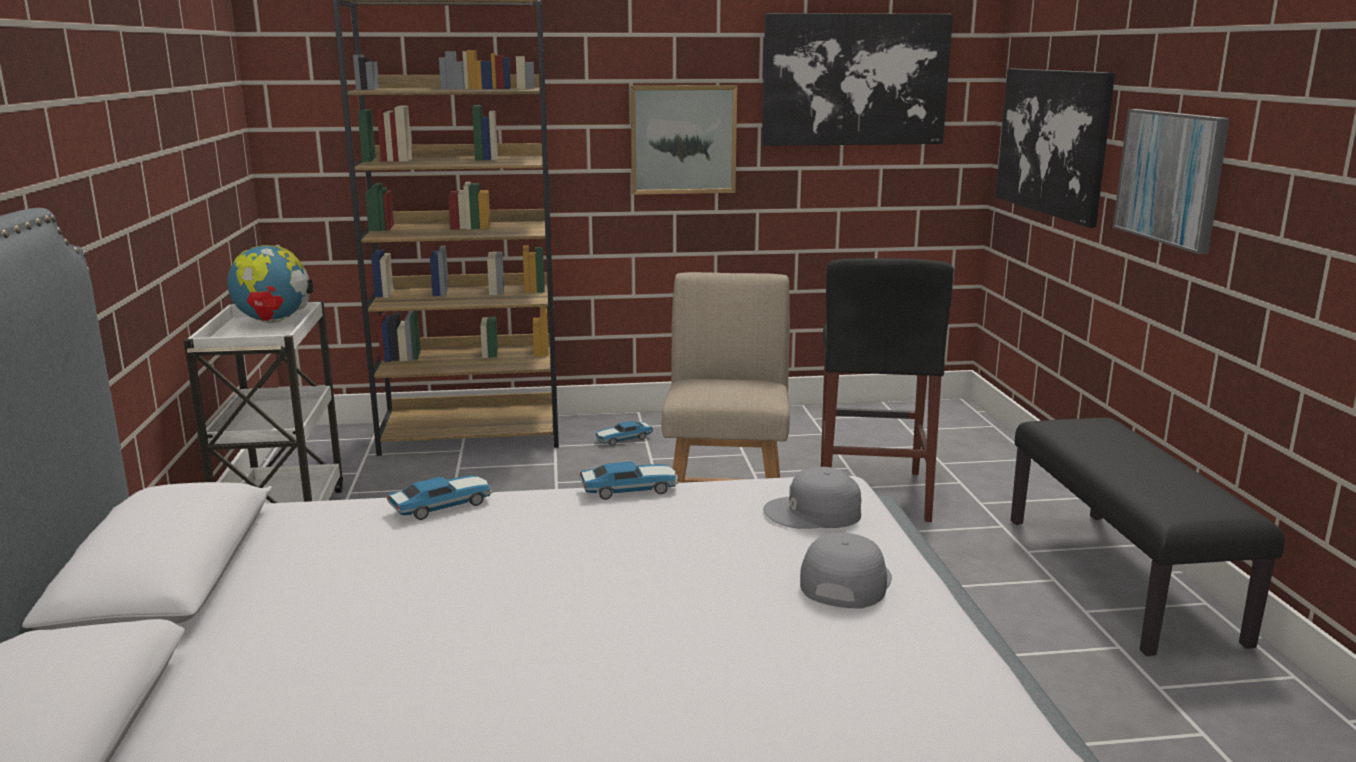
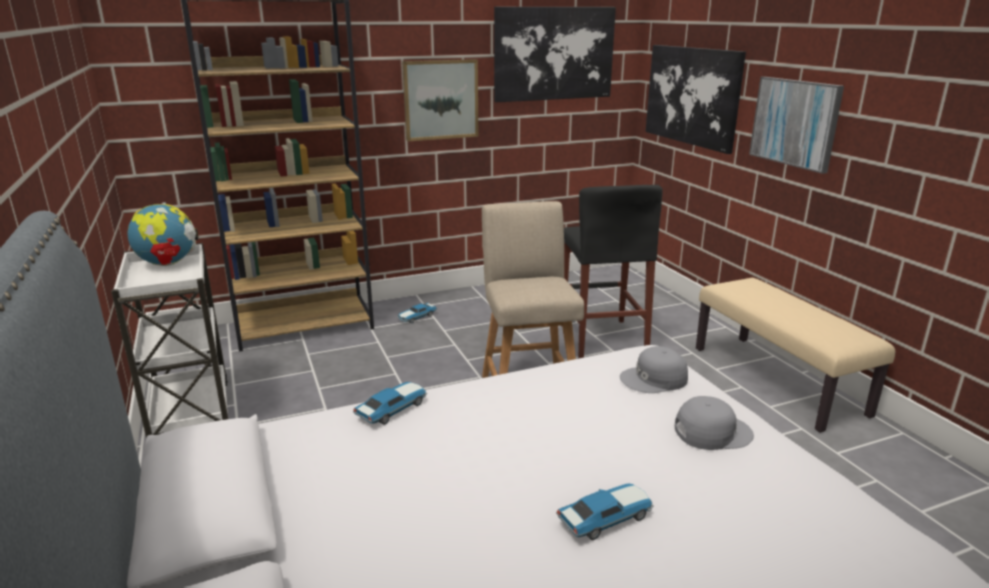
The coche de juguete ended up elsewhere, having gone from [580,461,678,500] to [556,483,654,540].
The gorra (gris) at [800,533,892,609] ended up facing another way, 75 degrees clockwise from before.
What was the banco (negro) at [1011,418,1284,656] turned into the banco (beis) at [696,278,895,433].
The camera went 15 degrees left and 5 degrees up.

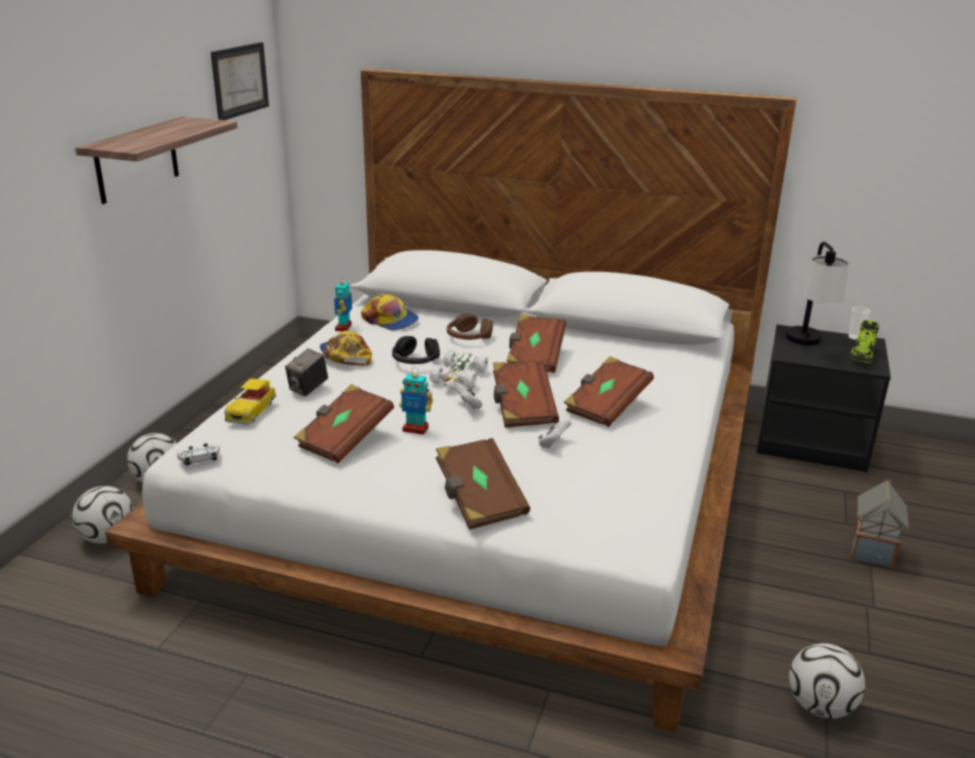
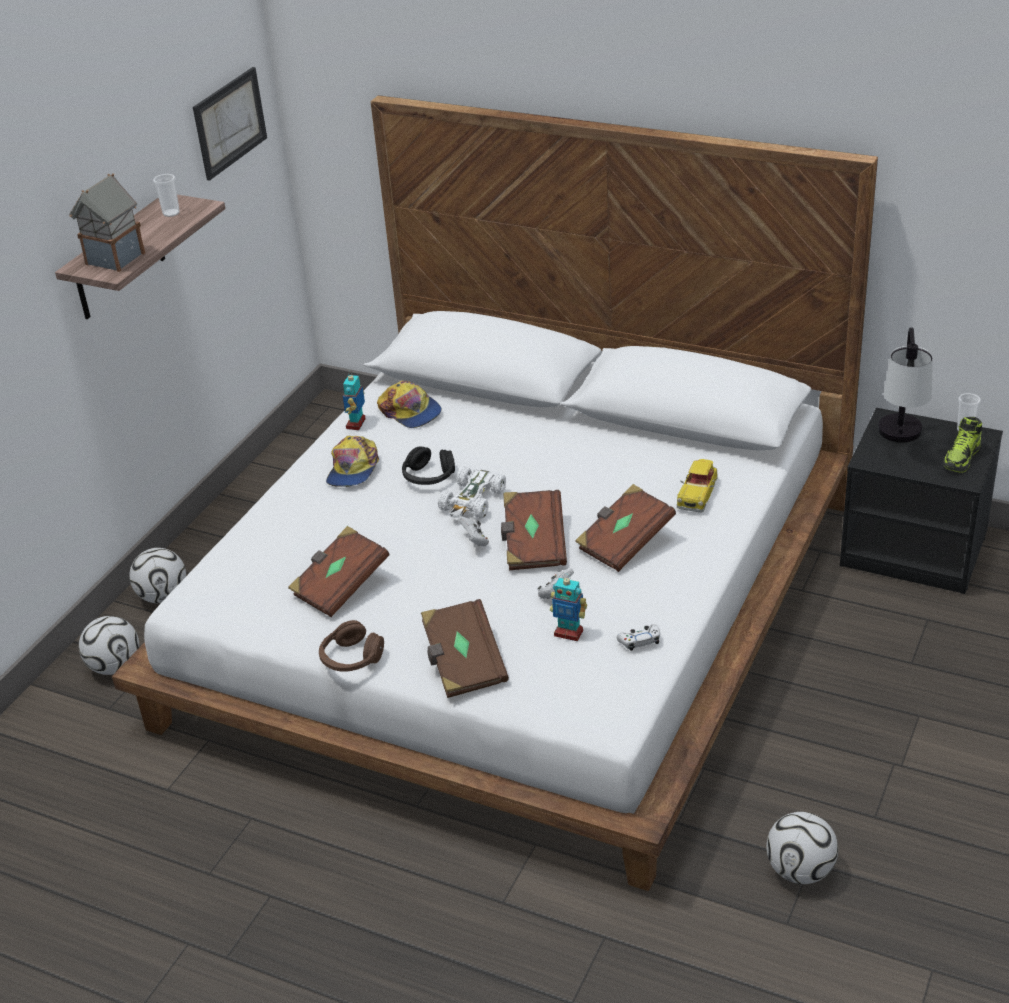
The casita ended up elsewhere, having gone from [851,480,909,568] to [69,173,145,272].
The second view gained the taza at [153,174,180,217].
The auriculares (marrón) ended up elsewhere, having gone from [447,313,493,340] to [319,620,384,672].
The gorra at [320,331,372,366] ended up facing another way, 150 degrees counterclockwise from before.
The robot de juguete ended up elsewhere, having gone from [399,367,433,435] to [550,574,587,641].
The mando de consola (blanco) ended up elsewhere, having gone from [177,443,220,466] to [617,625,660,651].
The coche de juguete ended up elsewhere, having gone from [224,379,276,425] to [677,459,718,512].
The second view lost the cámara at [285,348,328,396].
The second view lost the libro (marrón) at [506,314,566,373].
The camera went 10 degrees right and 10 degrees up.

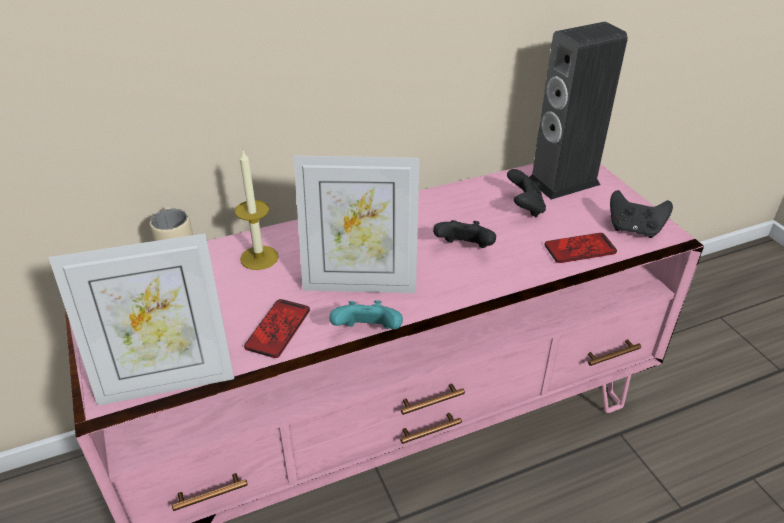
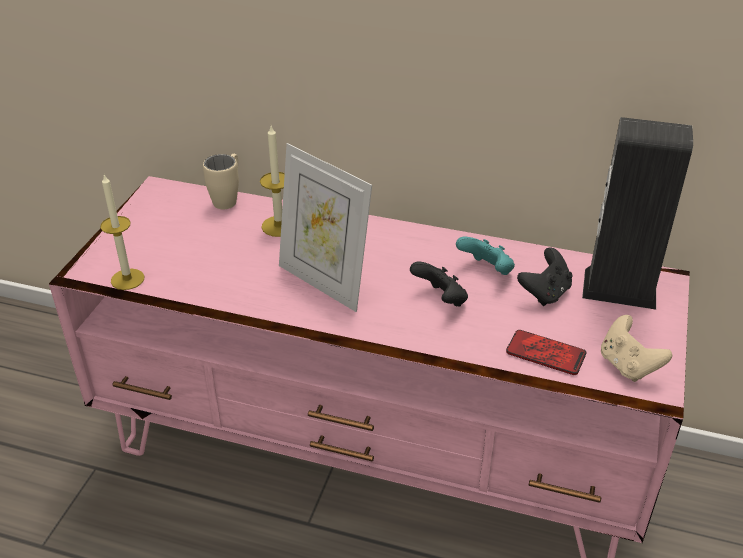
Where the portarretratos stood at [49,233,234,406], the vela came to stand at [100,174,144,290].
The mando de consola (turquesa) ended up elsewhere, having gone from [330,300,403,329] to [456,237,515,275].
What was the mando de consola (negro) at [610,190,673,238] turned into the mando de consola (beis) at [601,315,672,382].
The second view lost the móvil at [244,299,310,358].
The camera went 40 degrees right and 0 degrees up.

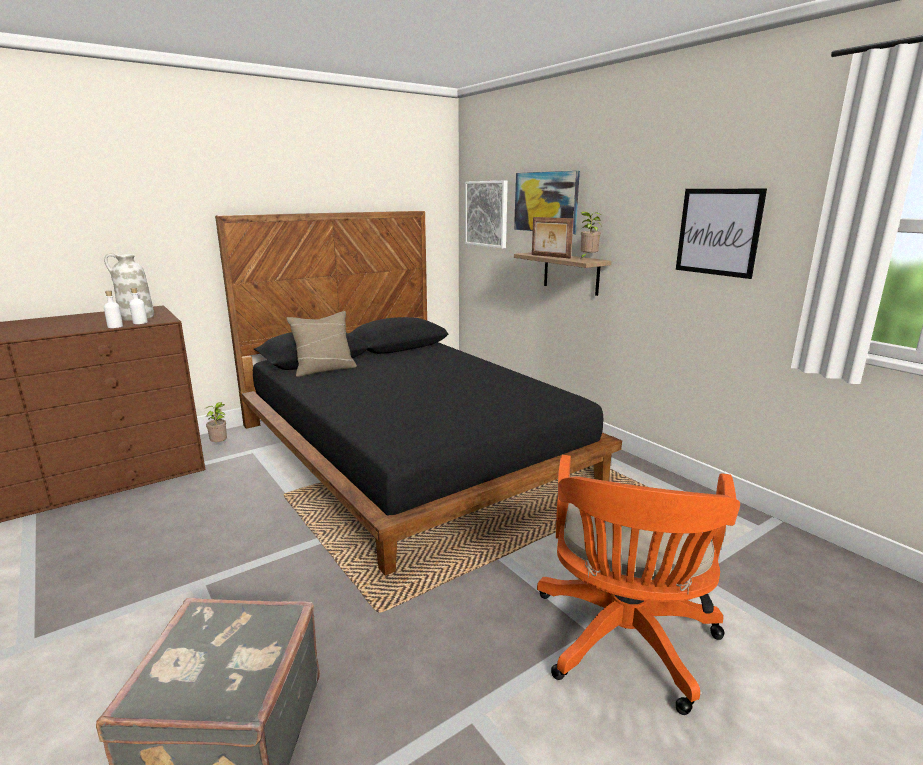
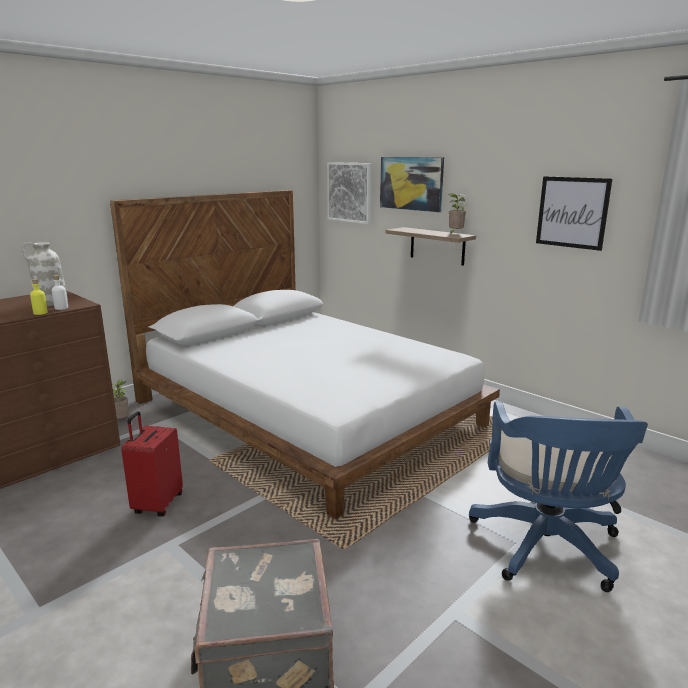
What was the botella (blanco) at [104,291,123,328] turned into the botella (amarillo) at [30,279,48,315].
What was the cama (negro) at [215,211,622,576] turned into the cama (blanco) at [110,190,500,519].
The second view gained the maleta (rojo) at [121,411,183,517].
What was the silla de oficina (naranja) at [537,455,740,715] turned into the silla de oficina (azul) at [469,402,648,592].
The second view lost the cojín (beis) at [286,311,357,377].
The second view lost the portarretratos at [532,217,573,258].
The camera went 10 degrees left and 0 degrees up.

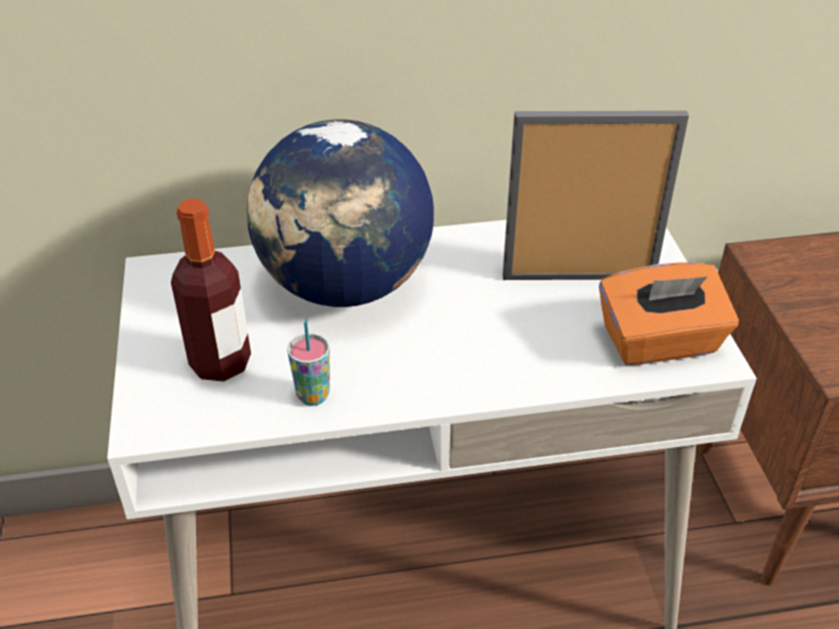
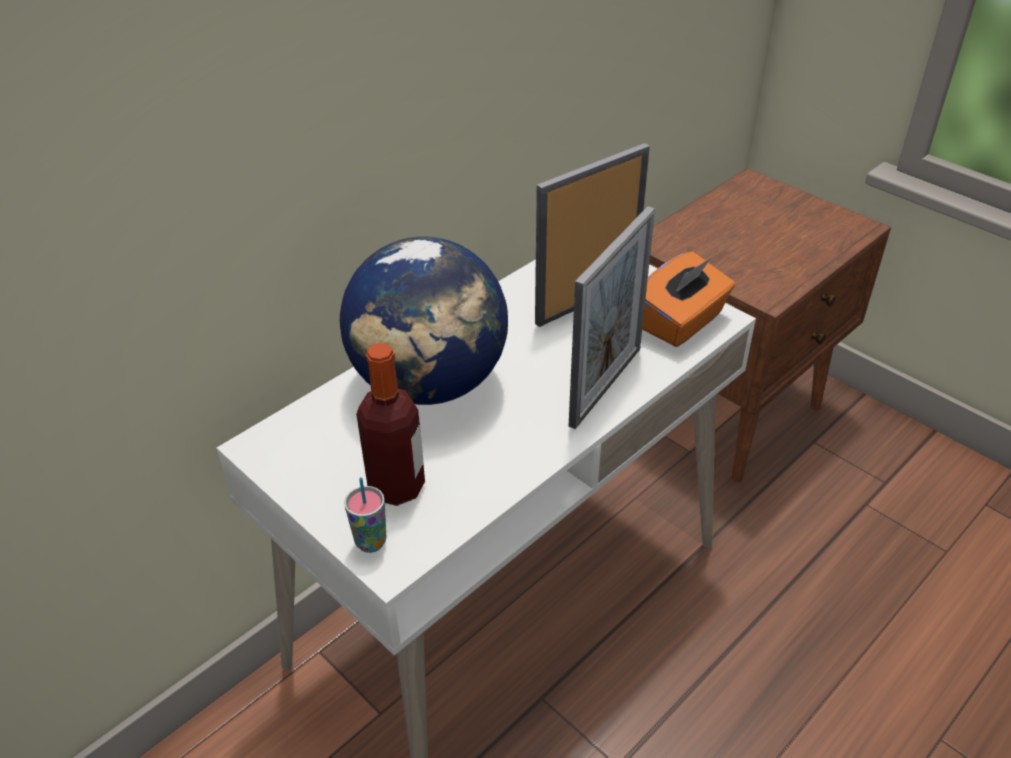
The taza ended up elsewhere, having gone from [287,321,330,406] to [344,477,387,553].
The second view gained the portarretratos at [568,206,655,429].
The camera went 35 degrees left and 0 degrees up.

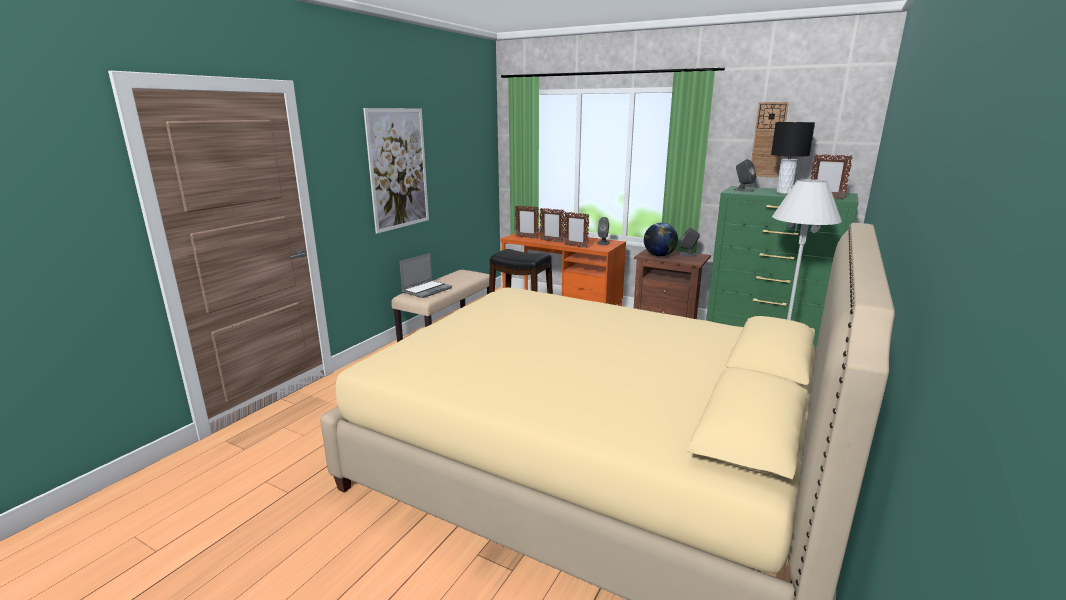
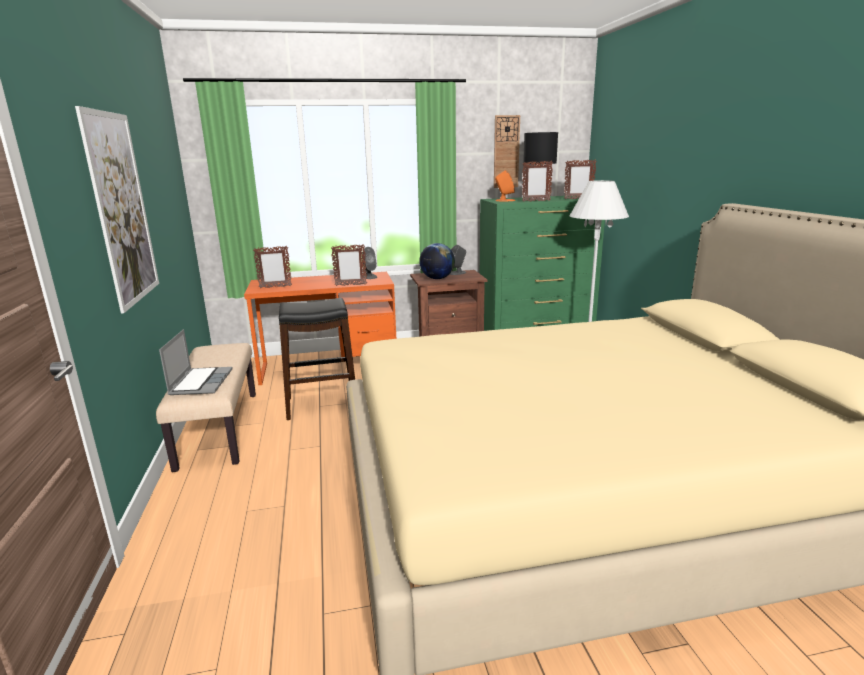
What was the altavoz (gris) at [733,159,757,192] turned into the altavoz (naranja) at [495,170,515,201].
The portarretratos ended up elsewhere, having gone from [540,208,564,243] to [522,161,553,202].
The camera went 40 degrees left and 0 degrees up.

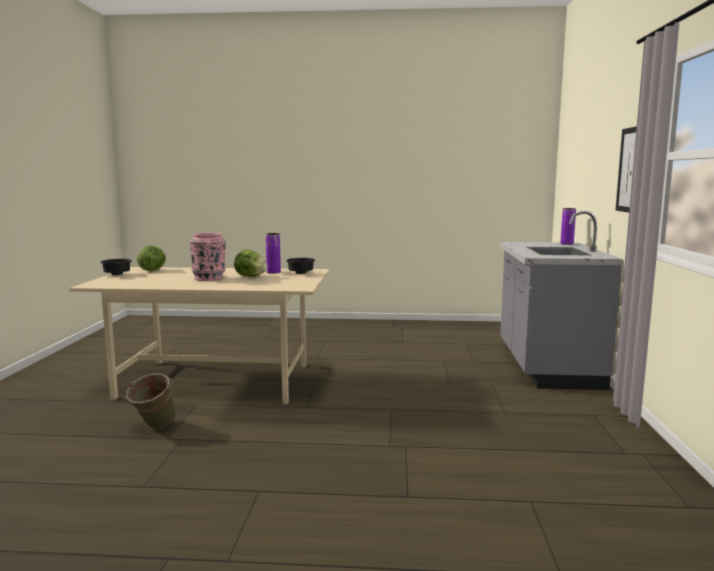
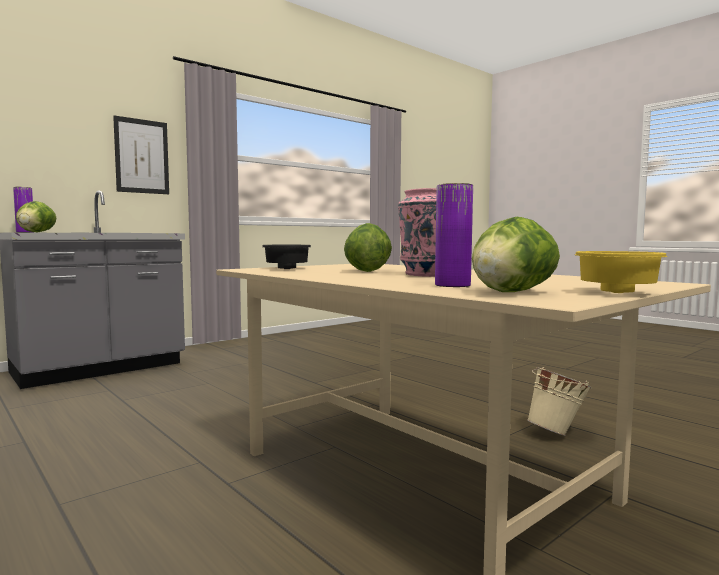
The second view gained the lechuga at [16,201,56,232].
The florero (morado) ended up elsewhere, having gone from [266,233,281,274] to [435,183,473,287].
What was the cubo (verde) at [126,373,176,429] turned into the cubo (beis) at [527,367,592,436].
What was the cuenco (negro) at [100,259,132,275] turned into the cuenco (amarillo) at [575,251,667,293].
The camera went 135 degrees left and 5 degrees down.

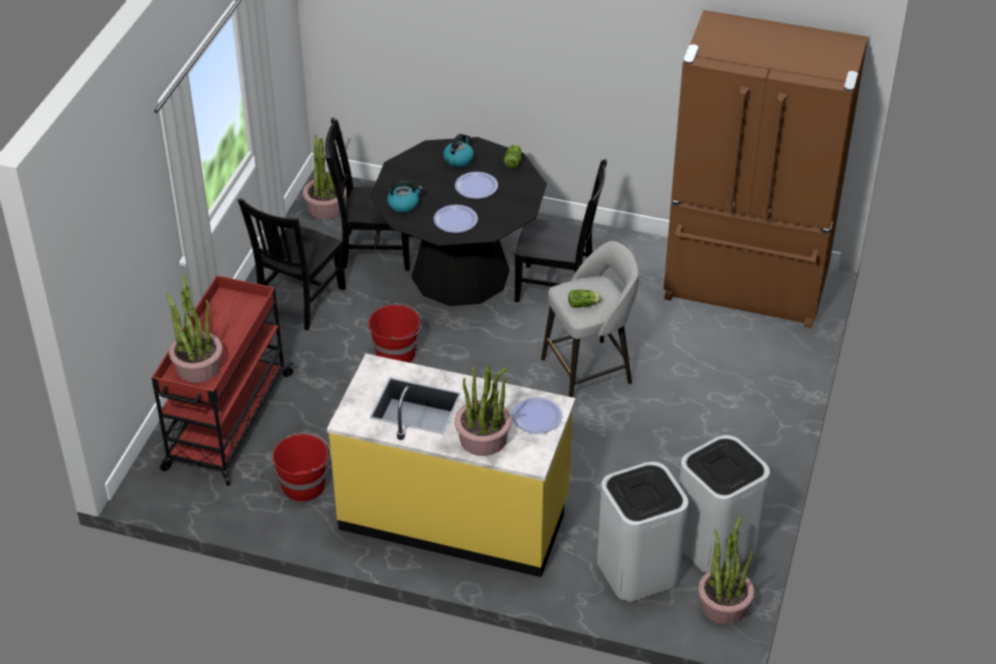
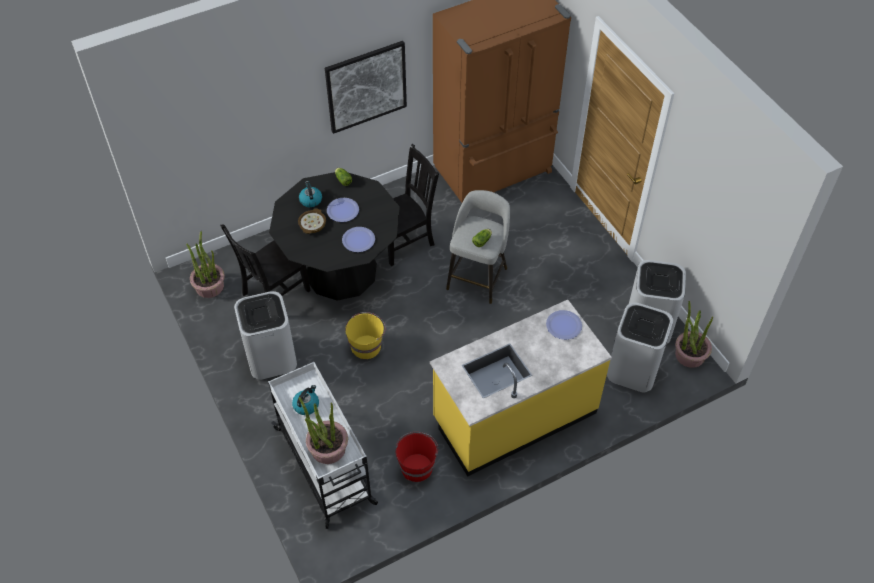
Where the silla (negro) stood at [238,198,346,330], the papelera (blanco) came to stand at [234,291,297,380].
What was the carrito (rojo) at [152,275,294,486] turned into the carrito (blanco) at [268,362,378,529].
The hervidor ended up elsewhere, having gone from [387,180,423,213] to [292,385,319,415].
The second view gained the cuenco at [298,208,326,234].
The second view gained the cuadro at [325,41,407,134].
What was the cubo (rojo) at [368,303,422,363] turned into the cubo (amarillo) at [345,312,386,359].
The second view lost the planta en maceta at [454,365,512,456].
The camera went 45 degrees left and 10 degrees up.

